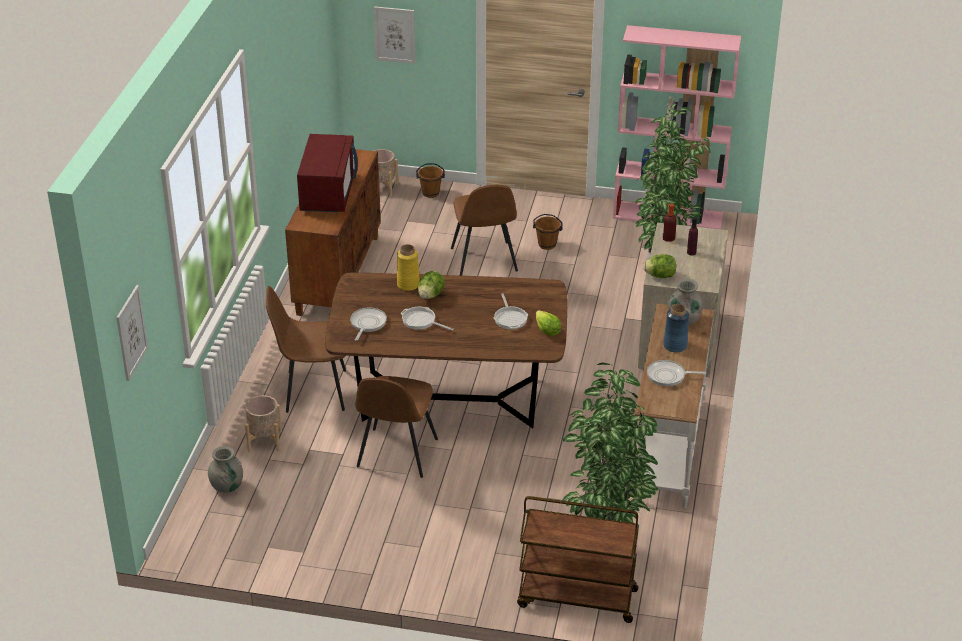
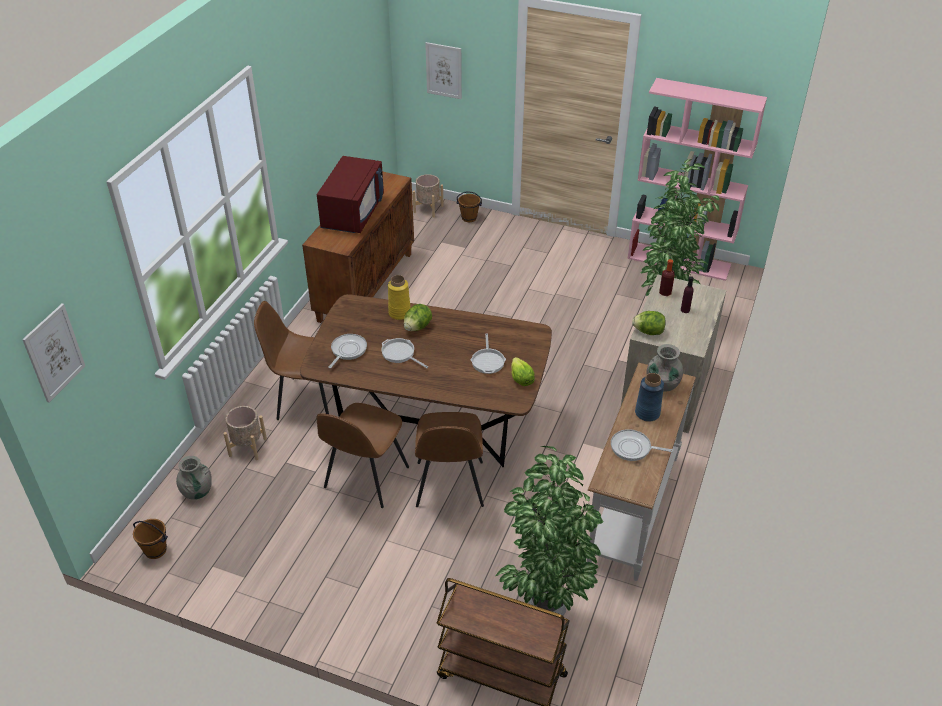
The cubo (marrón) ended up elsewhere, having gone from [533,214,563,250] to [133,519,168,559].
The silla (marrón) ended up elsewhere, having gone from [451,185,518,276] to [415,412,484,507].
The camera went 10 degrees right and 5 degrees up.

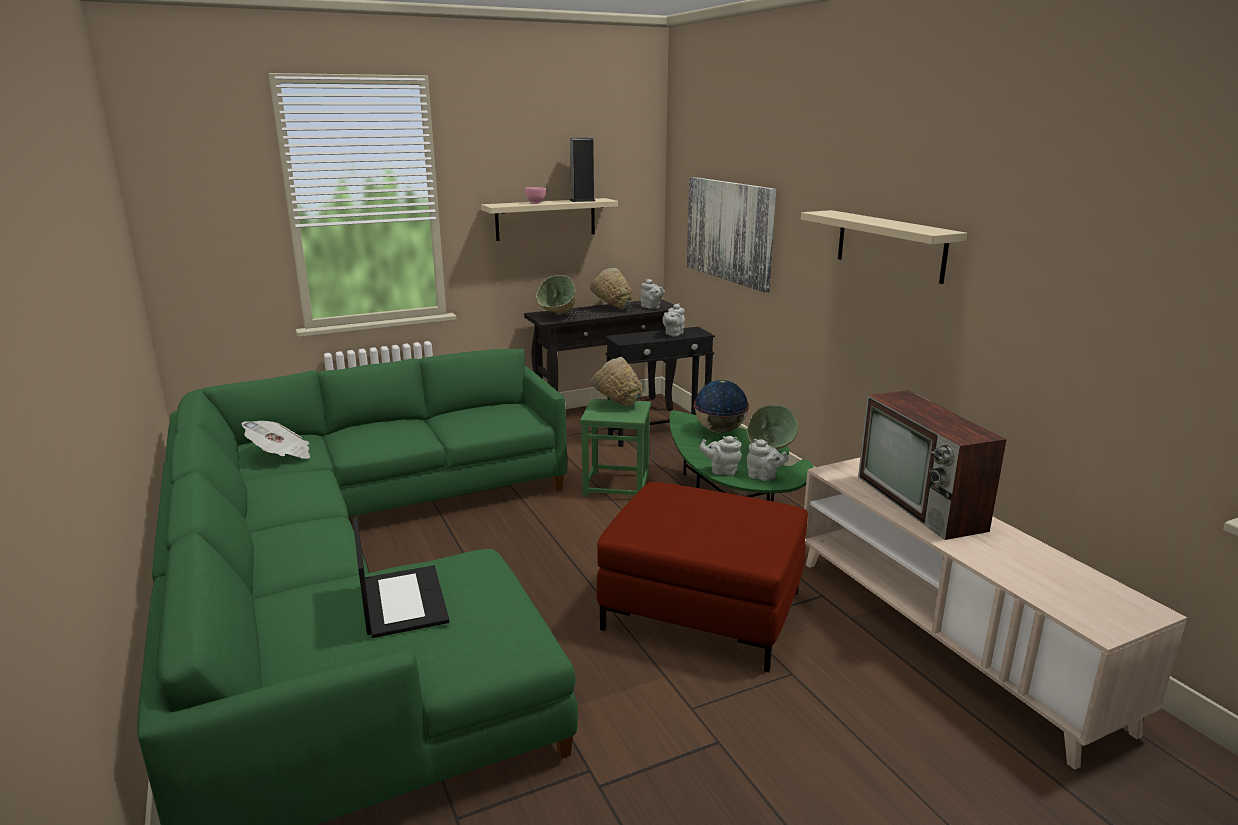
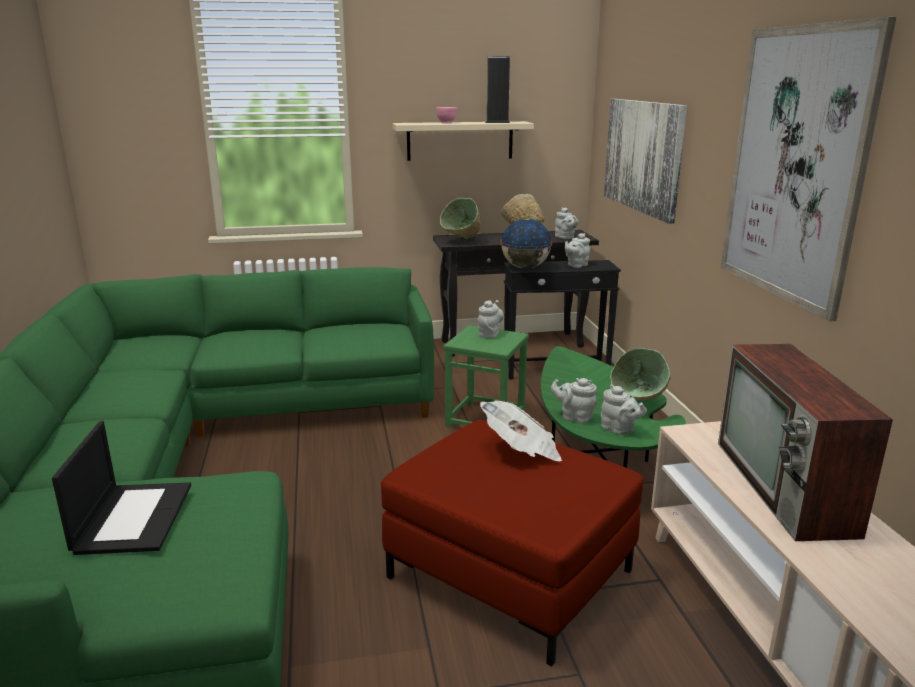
Where the cuenco (verde) stood at [590,357,642,407], the tetera (gris) came to stand at [478,300,504,338].
The periódico ended up elsewhere, having gone from [242,421,310,459] to [480,401,562,462].
The globo terráqueo ended up elsewhere, having gone from [694,380,749,433] to [500,218,552,269].
Where the estante (beis) hung at [801,210,967,284], the cuadro came to hang at [721,17,896,322].
The camera went 15 degrees right and 0 degrees up.

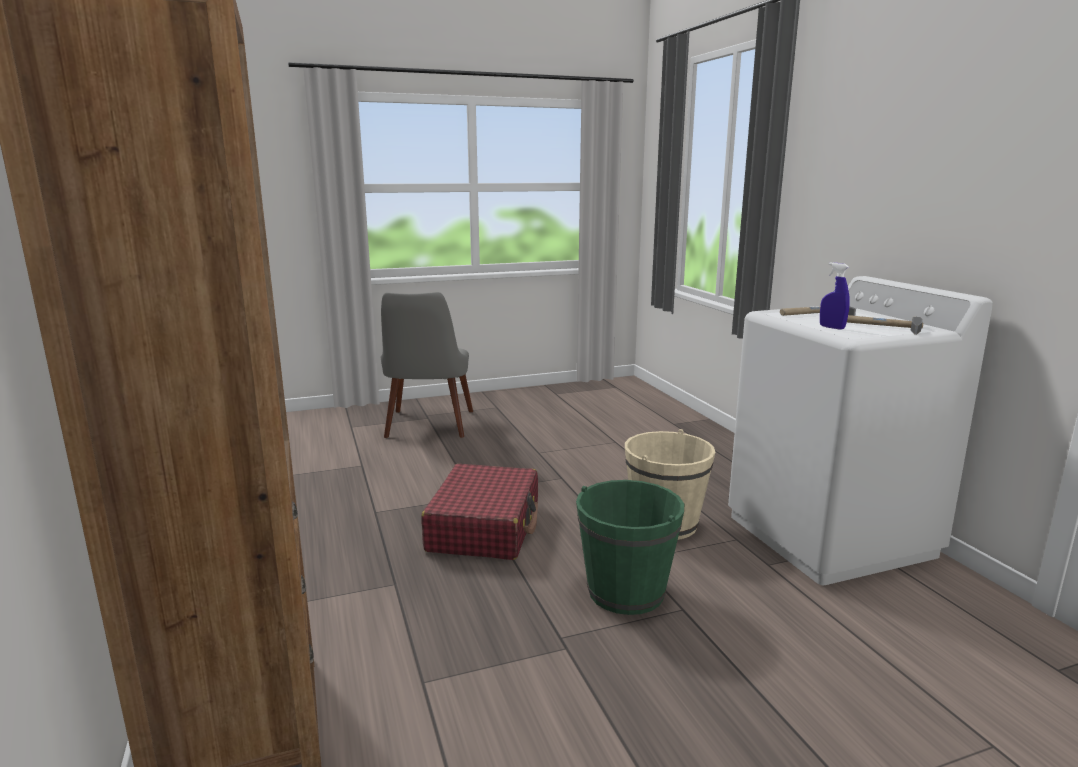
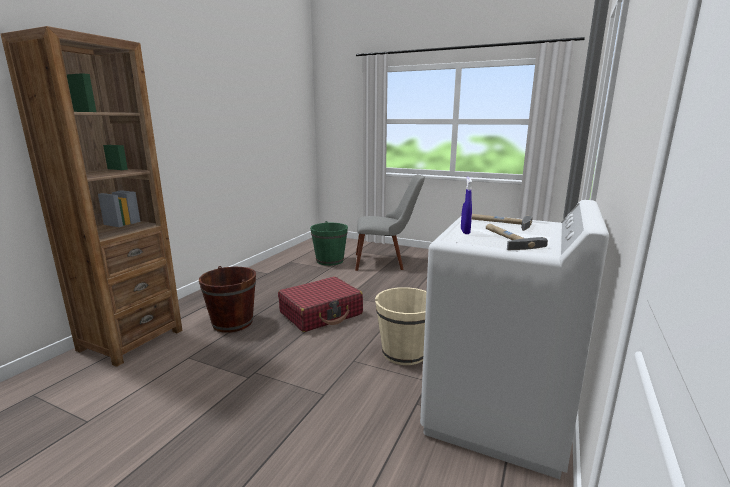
The second view gained the cubo (marrón) at [199,266,256,333].
The cubo (verde) ended up elsewhere, having gone from [576,480,684,615] to [310,221,348,266].
The silla (gris) at [381,292,473,438] ended up facing another way, 135 degrees counterclockwise from before.
The camera went 45 degrees right and 0 degrees up.

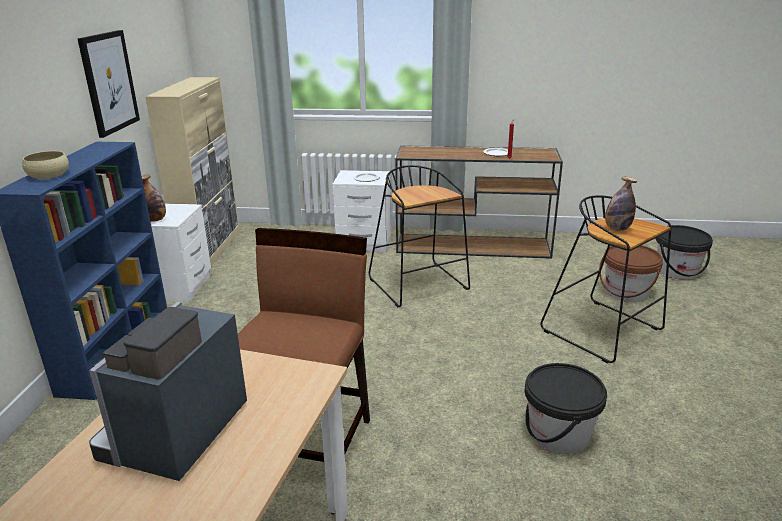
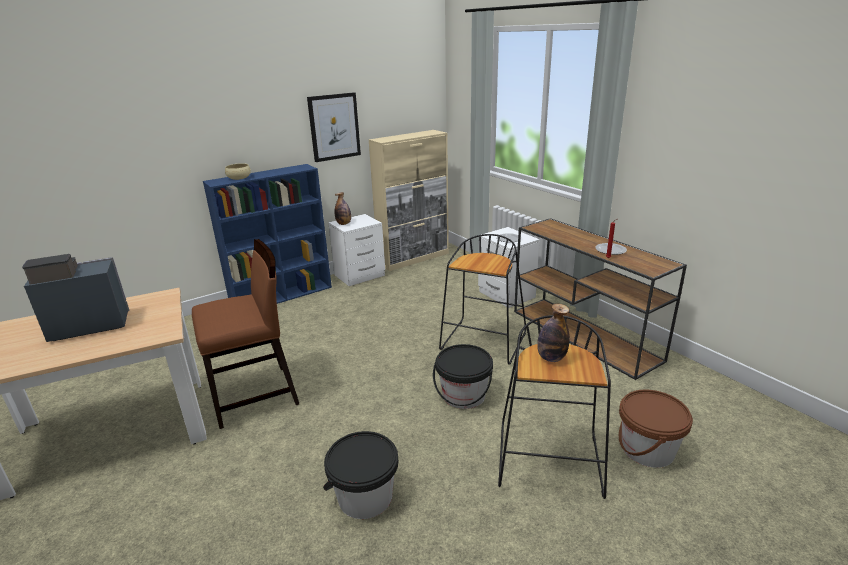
The cubo (negro) ended up elsewhere, having gone from [655,225,713,280] to [433,344,493,409].
The camera went 50 degrees right and 0 degrees up.

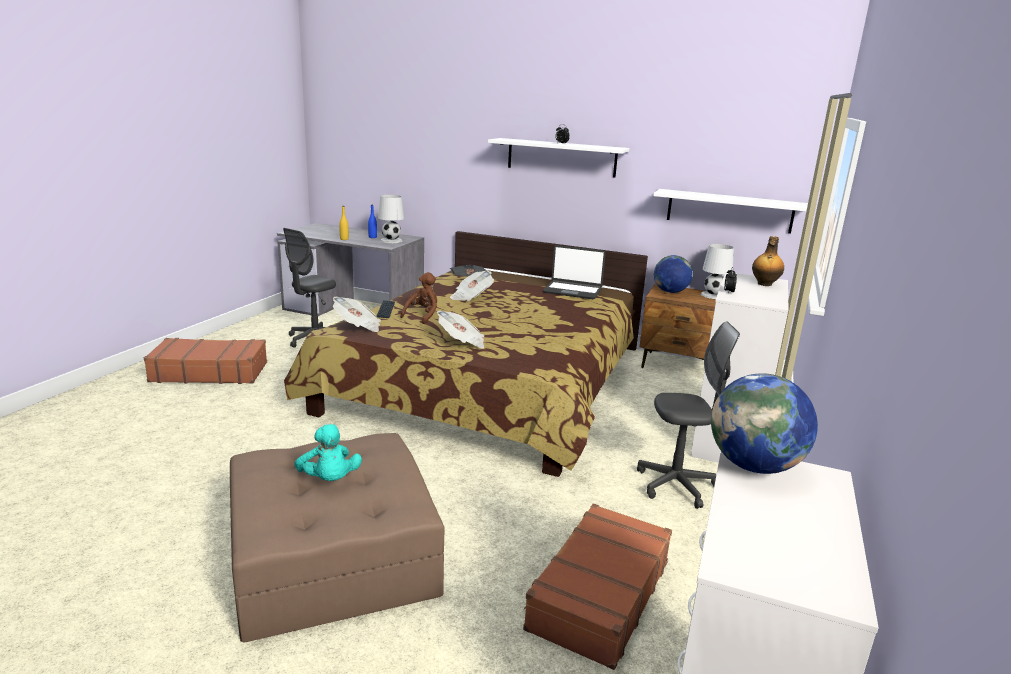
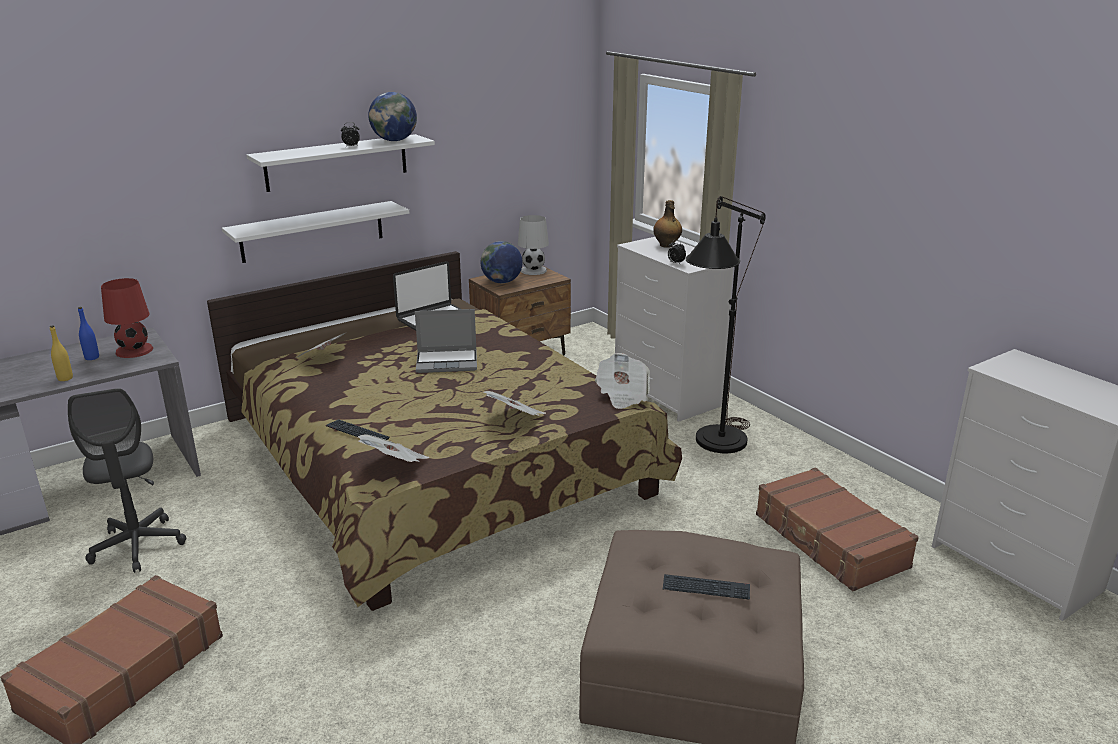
What was the lámpara de mesa (blanco) at [378,195,404,243] turned into the lámpara de mesa (rojo) at [101,278,153,358].
The estante (blanco) ended up elsewhere, having gone from [653,189,808,234] to [222,201,409,263].
The globo terráqueo ended up elsewhere, having gone from [711,373,818,474] to [368,92,417,141].
The second view gained the portátil at [415,309,477,373].
The periódico ended up elsewhere, having gone from [450,271,494,301] to [595,353,650,409].
Where the peluche (turquesa) stood at [294,424,362,481], the teclado came to stand at [663,574,750,600].
Where the silla de oficina (gris) stood at [637,322,740,509], the lámpara de pie (negro) came to stand at [686,196,766,453].
The second view lost the peluche (marrón) at [400,272,437,324].
The camera went 55 degrees left and 5 degrees up.

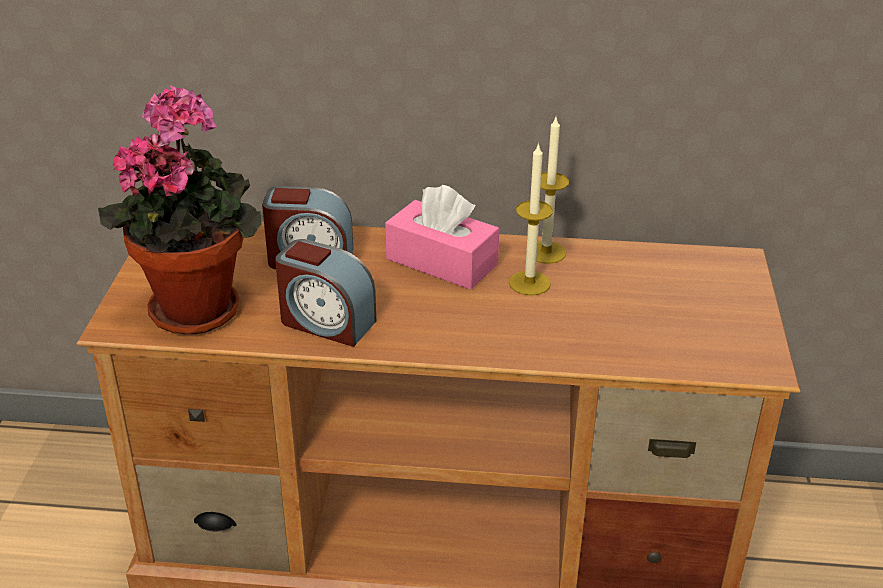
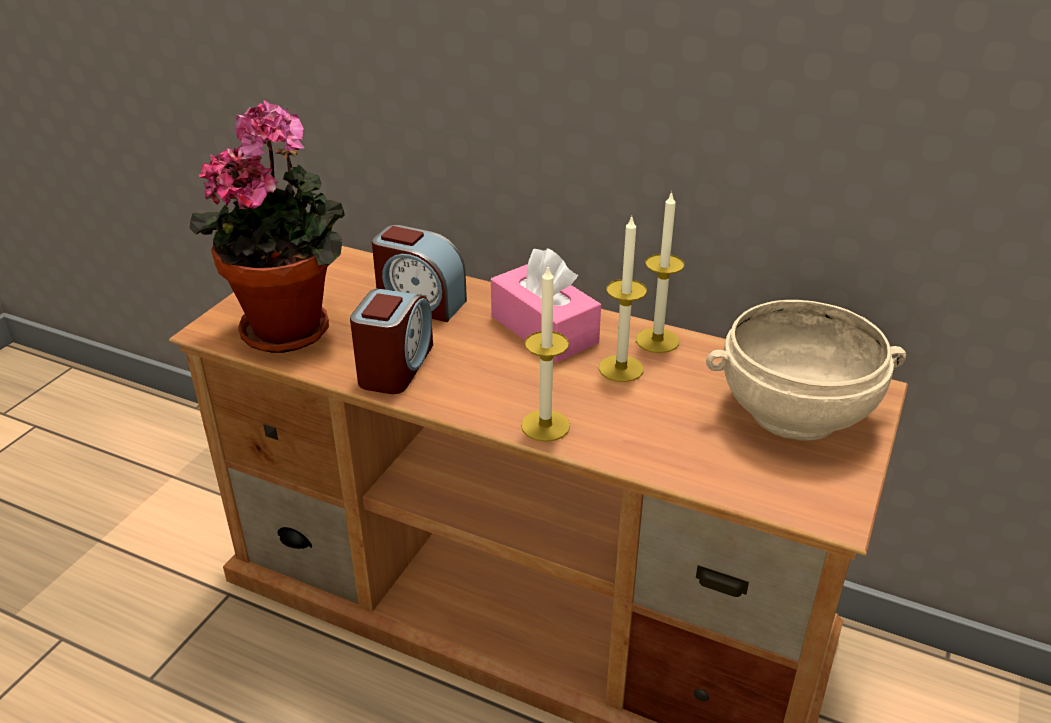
The despertador at [275,239,376,347] ended up facing another way, 120 degrees counterclockwise from before.
The second view gained the vela at [521,267,570,442].
The second view gained the cuenco (beis) at [706,300,906,441].
The camera went 20 degrees right and 0 degrees up.

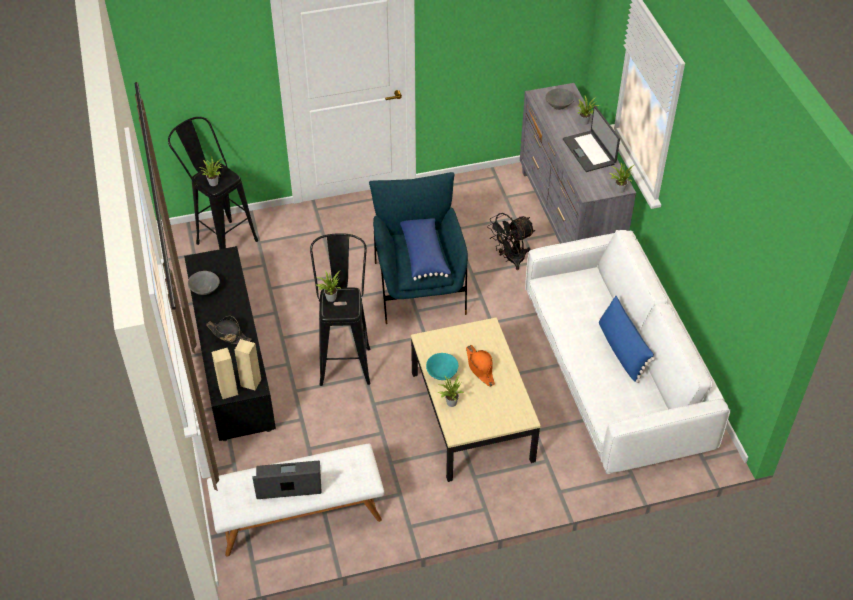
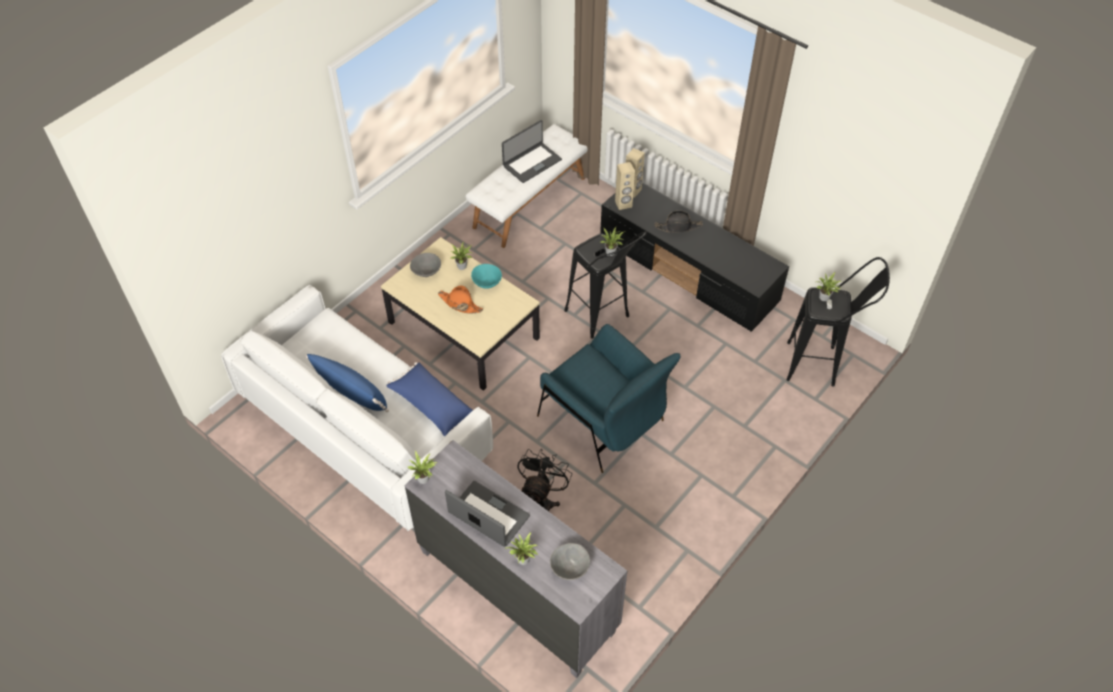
The cojín (azul) ended up elsewhere, having gone from [400,218,451,281] to [386,362,473,436].
The cuenco (gris) ended up elsewhere, having gone from [188,271,220,295] to [410,253,441,277].
The camera went 145 degrees right and 5 degrees up.

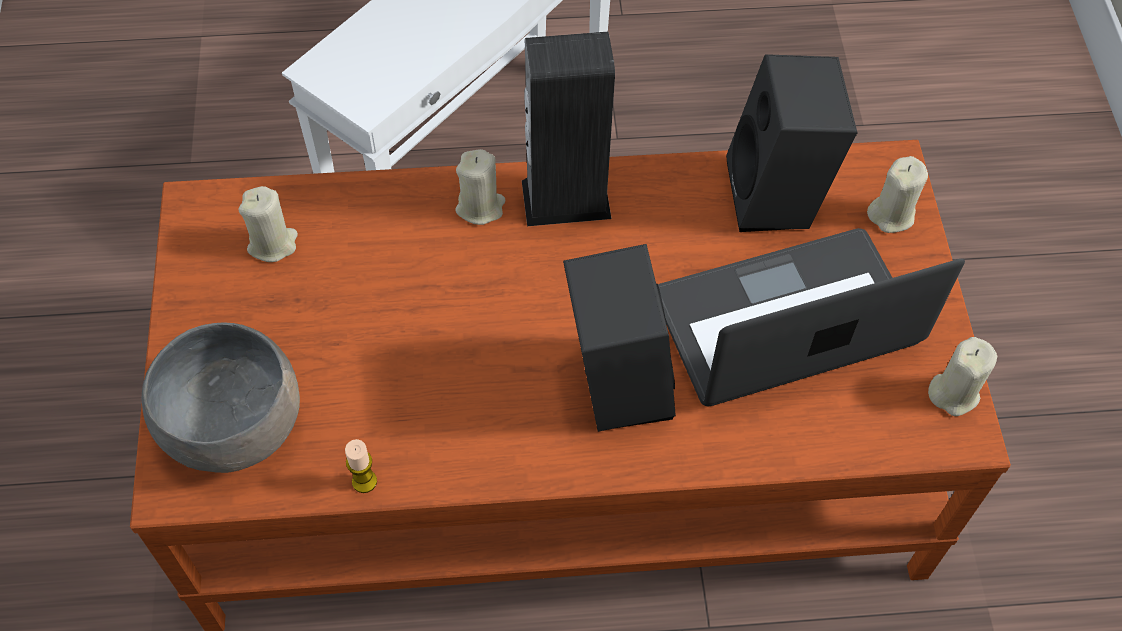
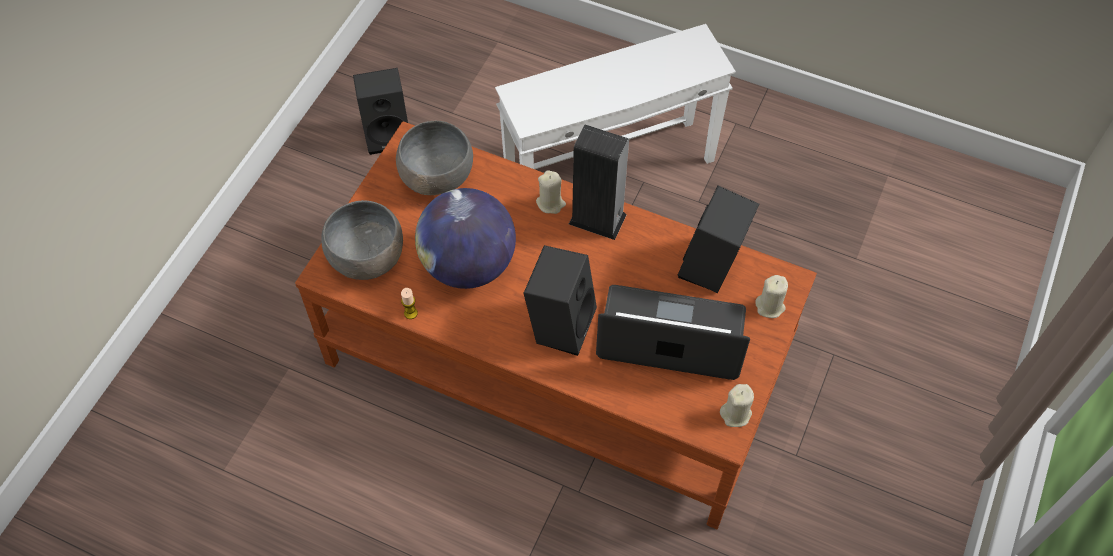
The second view gained the altavoz (negro) at [353,68,408,155].
Where the vela (beis) stood at [238,186,298,262], the cuenco (gris) came to stand at [396,121,473,195].
The second view gained the globo terráqueo at [415,188,516,289].
The camera went 30 degrees right and 0 degrees up.

